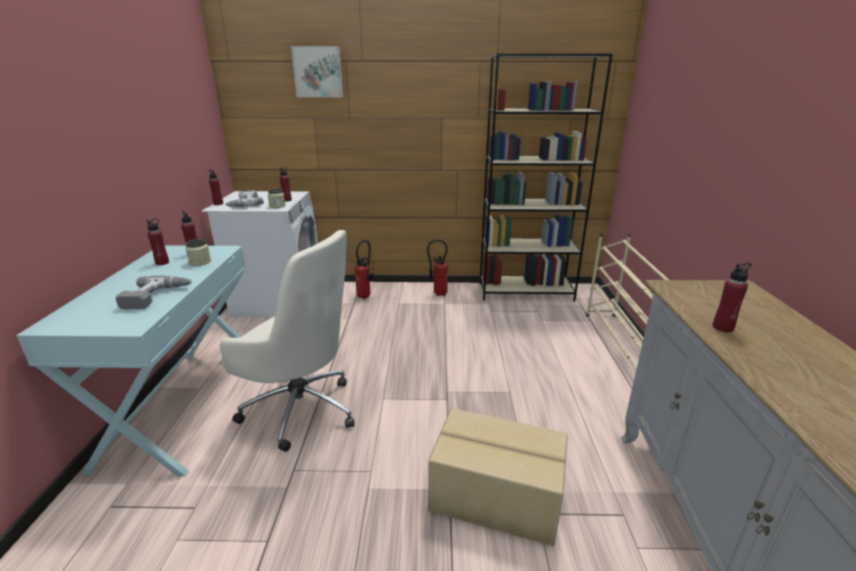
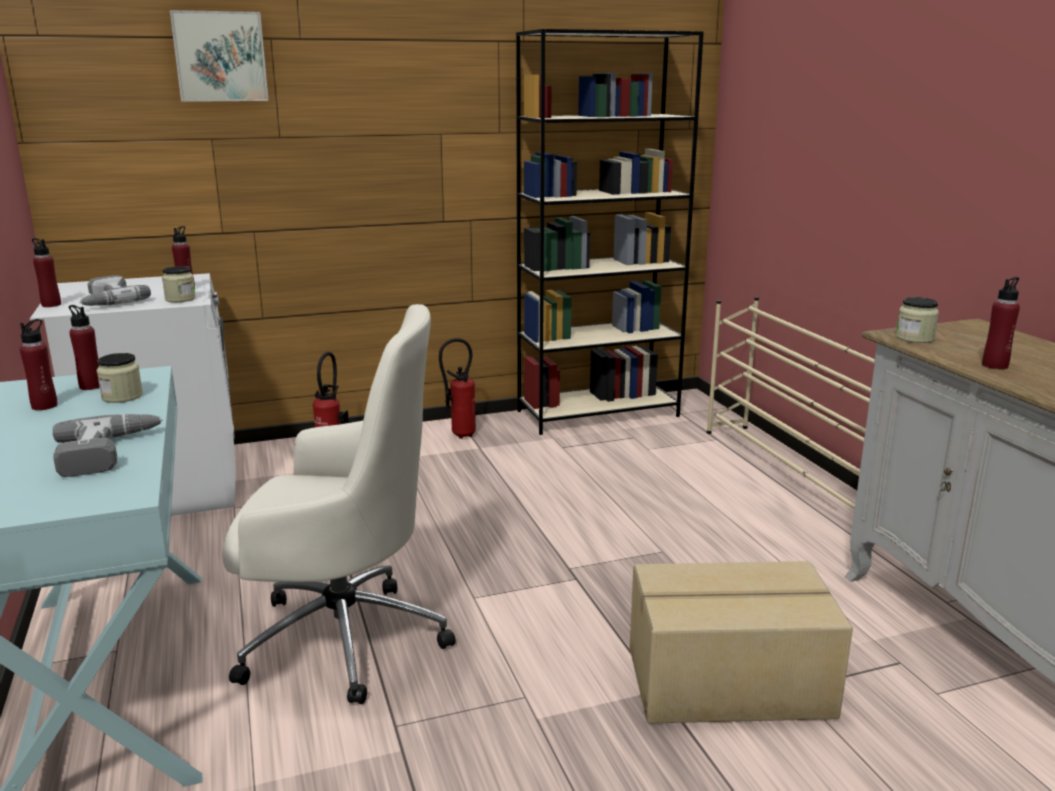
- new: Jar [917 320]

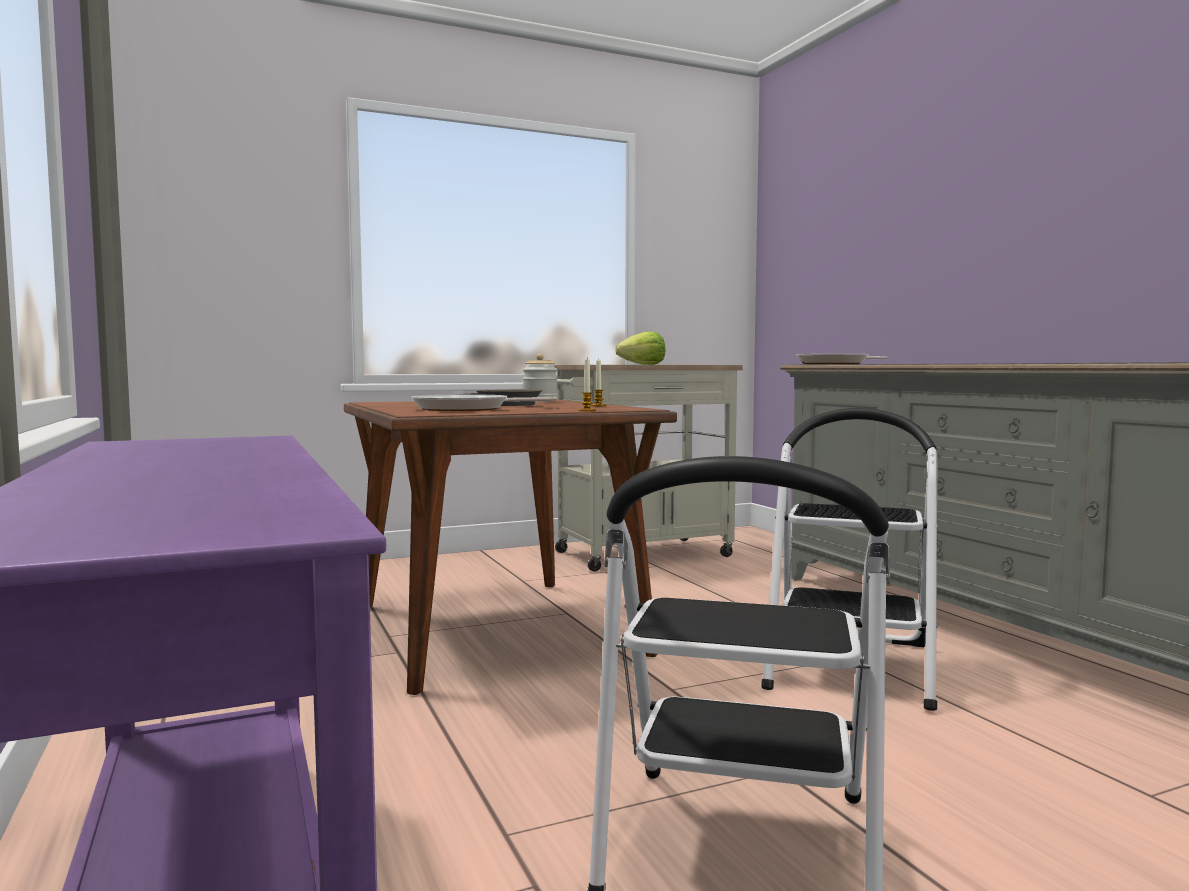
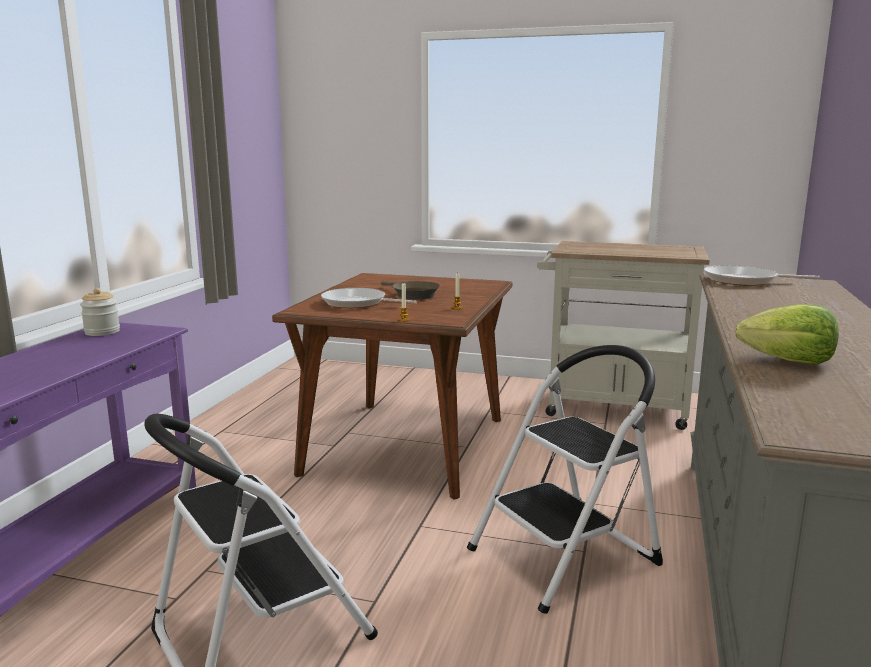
- shifted: Jar [540 378] to [100 312]
- shifted: Lettuce [640 348] to [787 334]

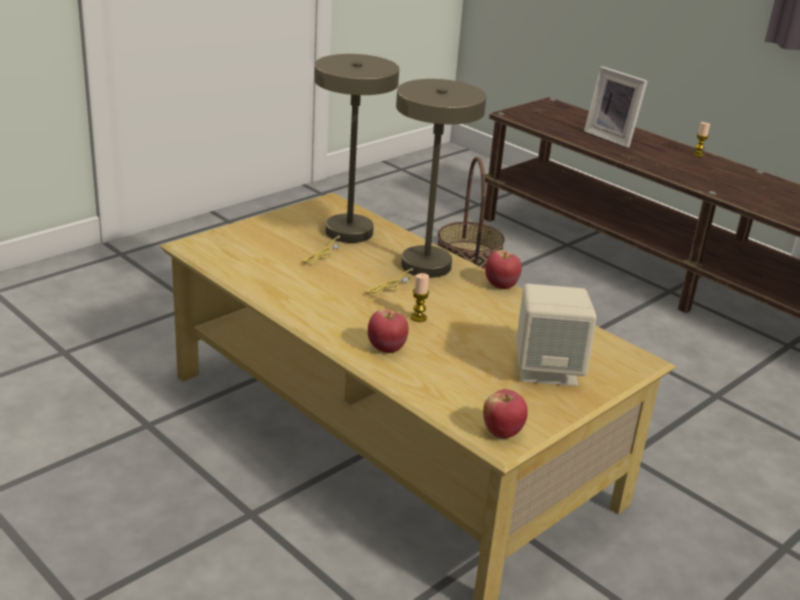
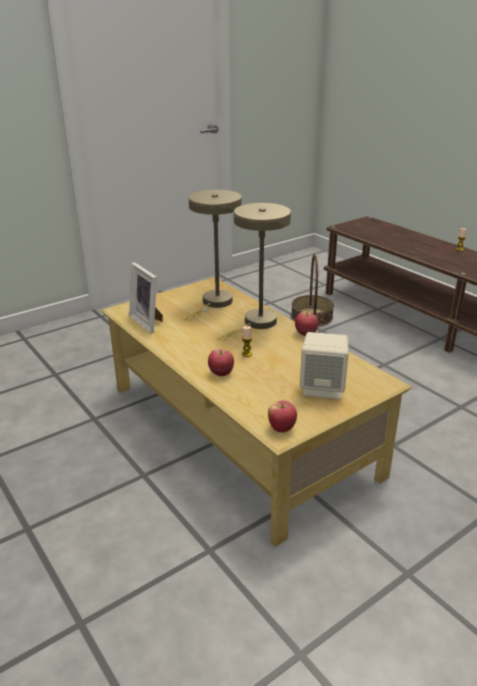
- shifted: PictureFrame [616 107] to [146 297]

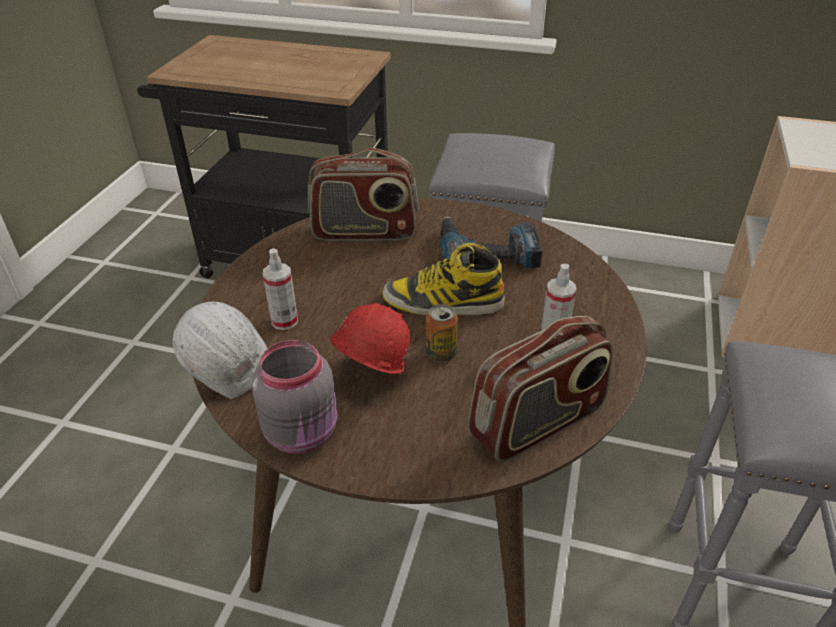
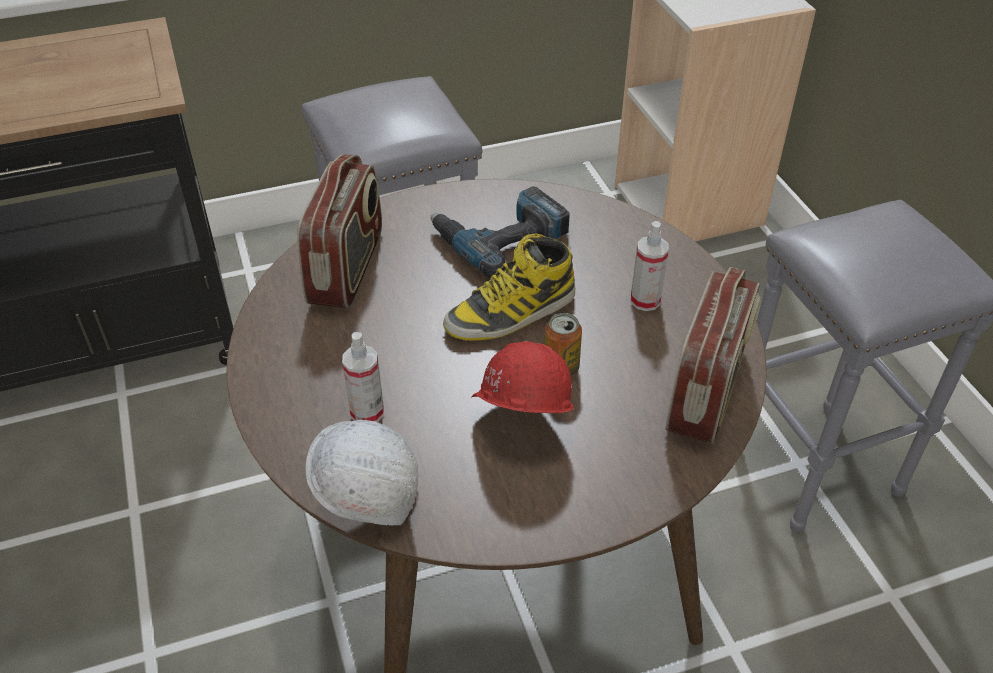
- gone: GreyJar [295 397]
- rotated: Radio [363 194] = [339 231] 45 degrees counterclockwise

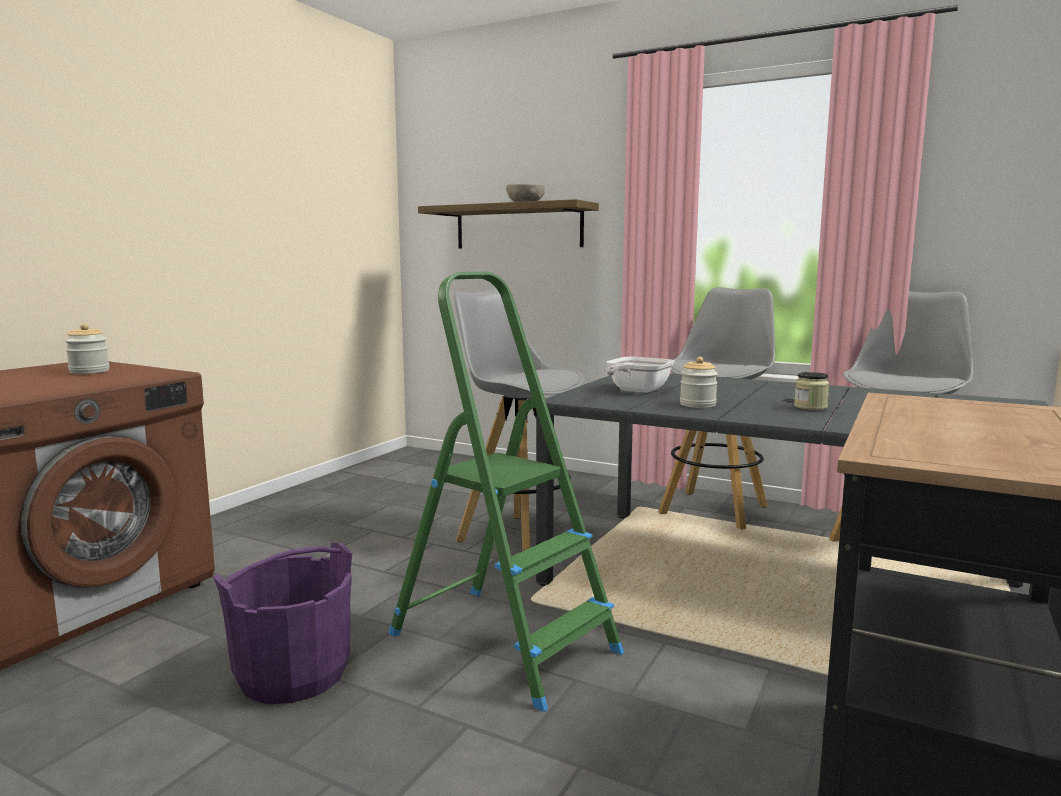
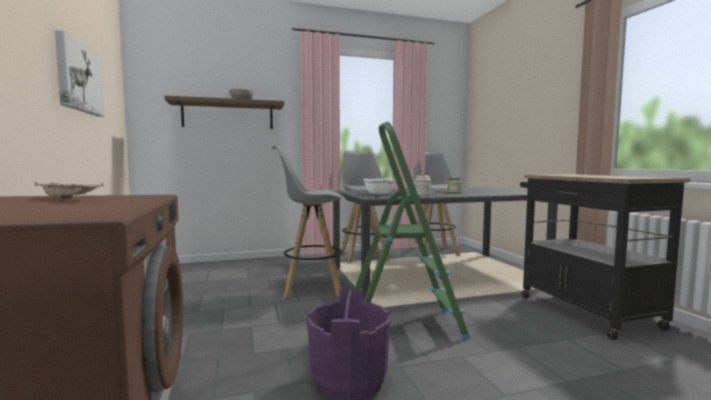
- new: Picture [80 73]
- swapped: Jar [87 348] to BeigeTray [69 190]

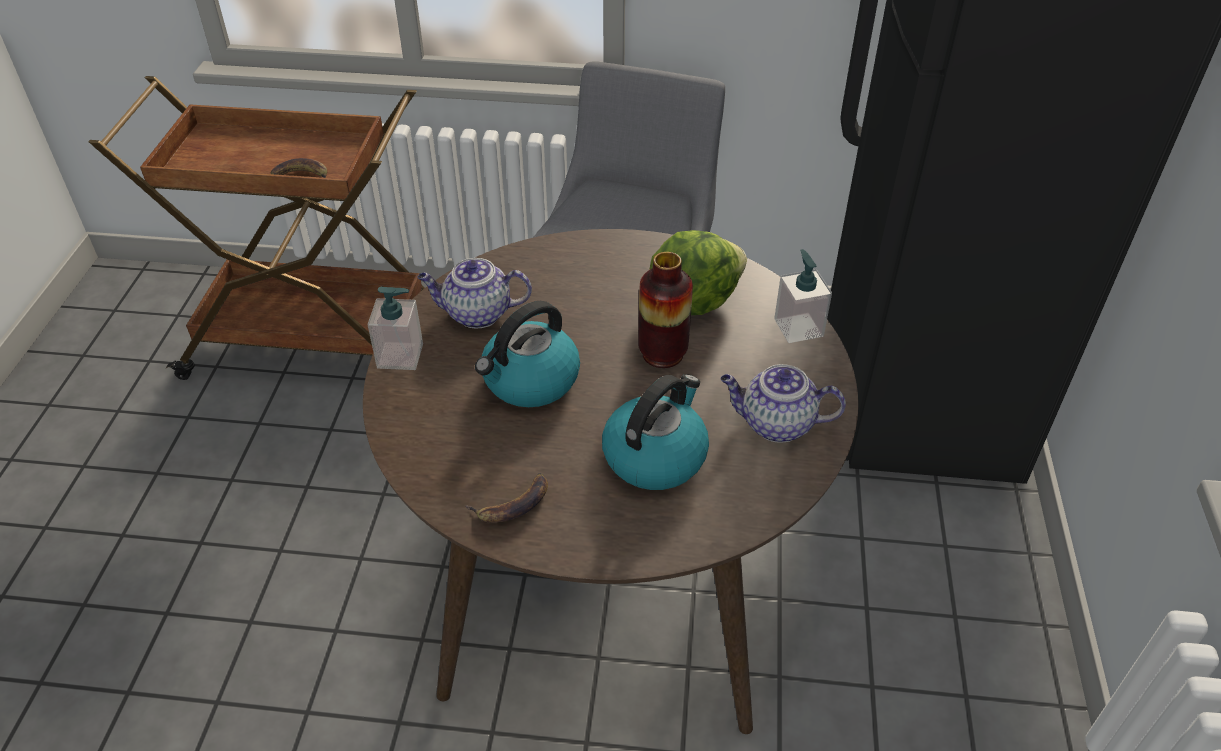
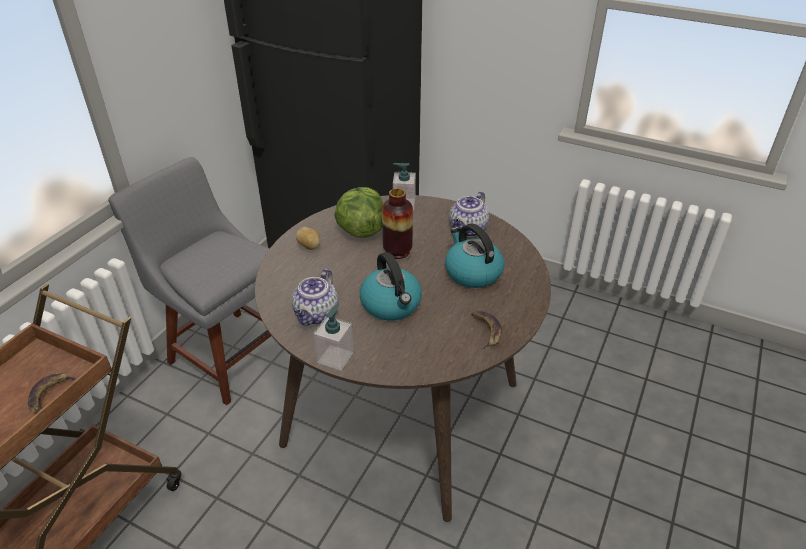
- new: Potato [308 238]

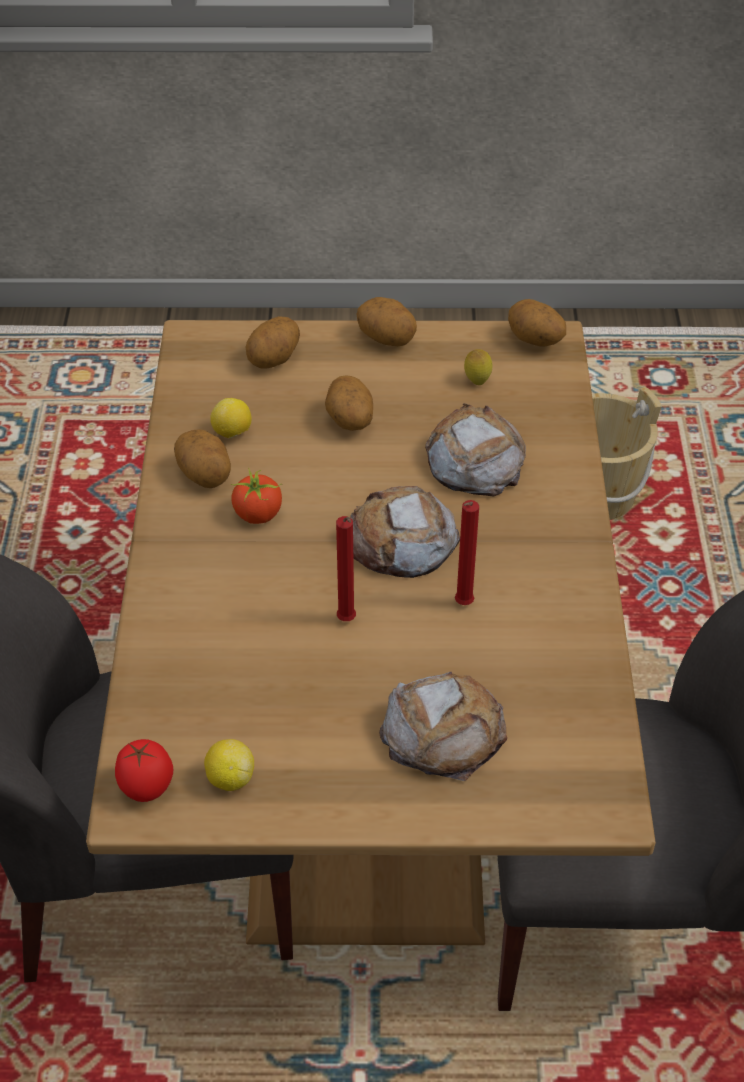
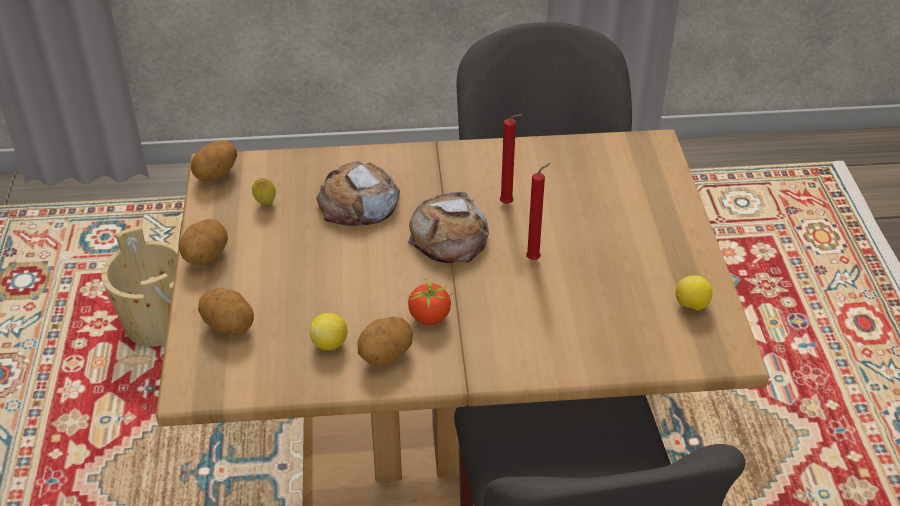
- gone: Tomato [144 770]
- gone: Potato [349 403]
- gone: Bread [443 726]

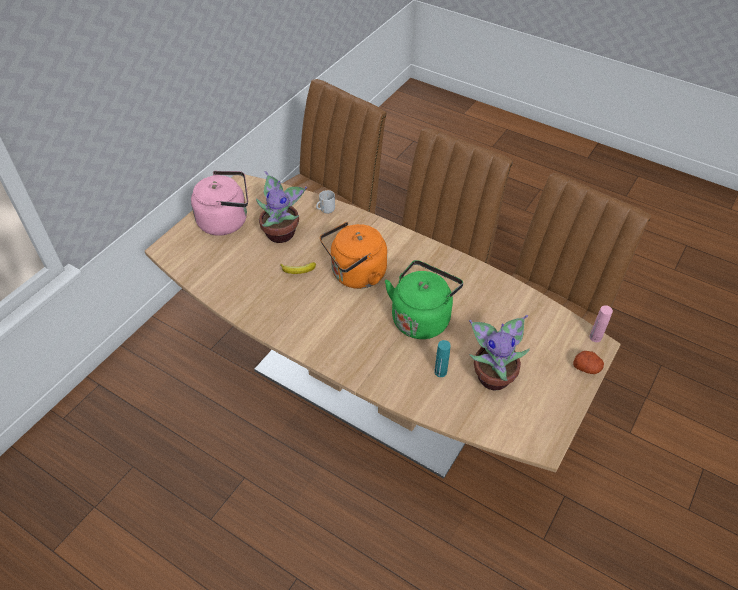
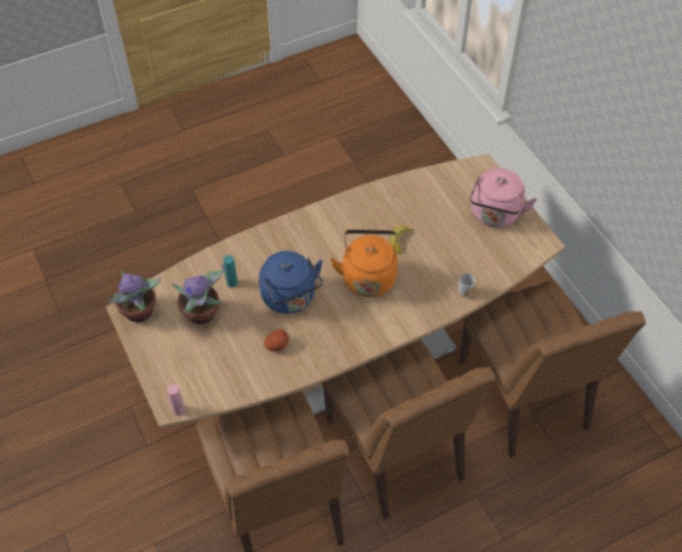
- shifted: PottedPlant [281 207] to [134 296]
- shifted: Potato [588 362] to [276 340]
- repainted: GreenKettle [424 299] to BlueKettle [291 282]

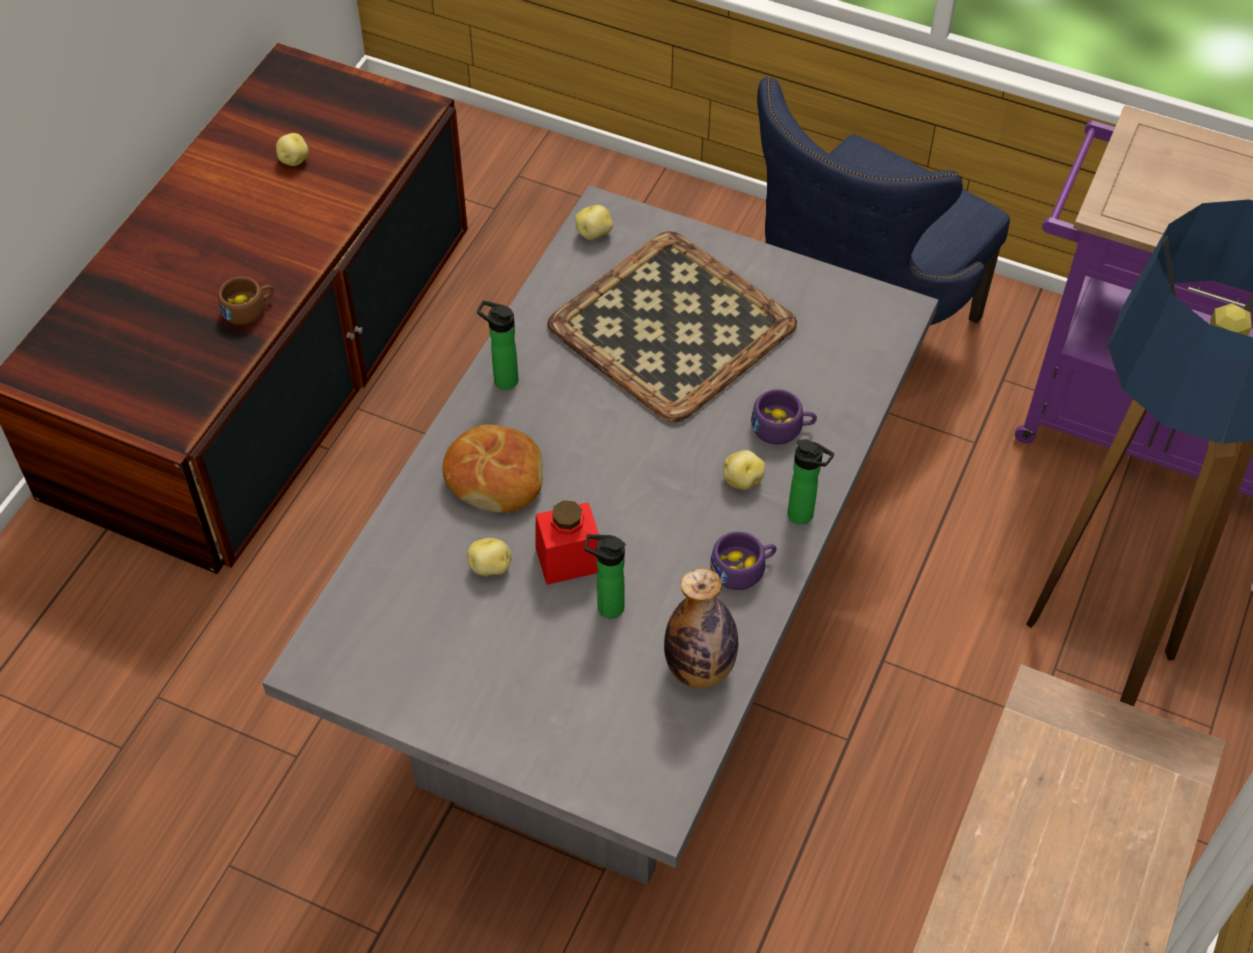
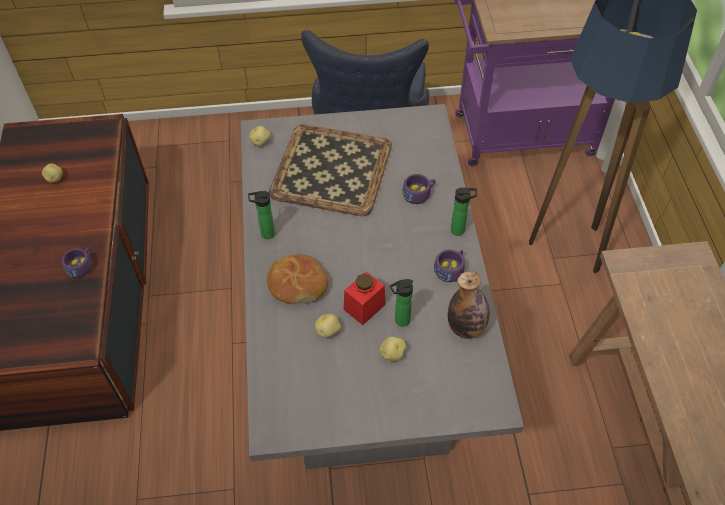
- shifted: Potato [744 470] to [393 349]
- repainted: BrownCup [246 301] to PurpleCup [77 262]

